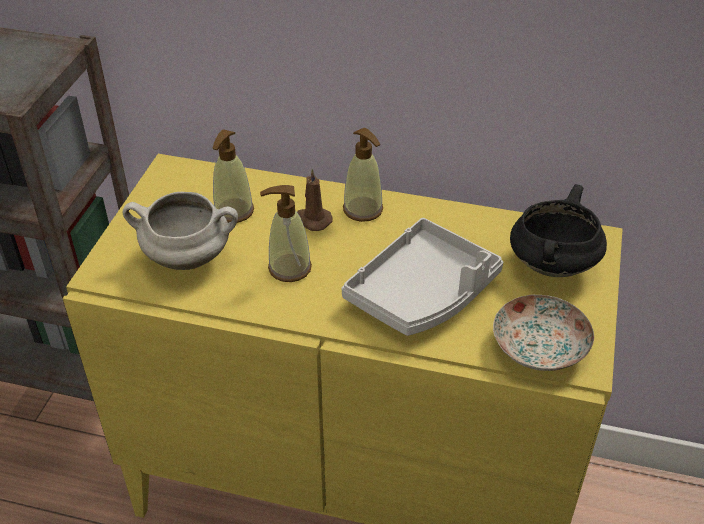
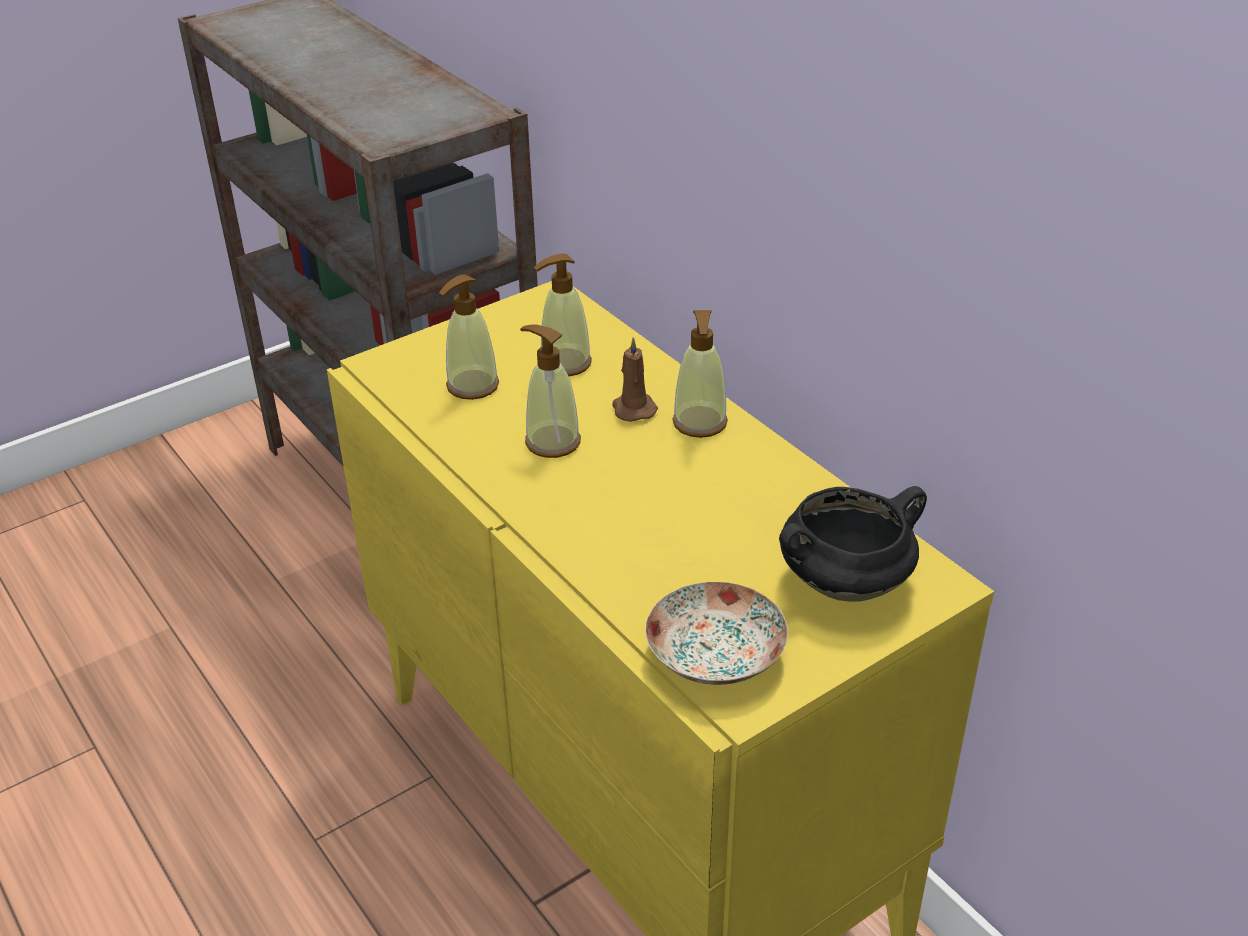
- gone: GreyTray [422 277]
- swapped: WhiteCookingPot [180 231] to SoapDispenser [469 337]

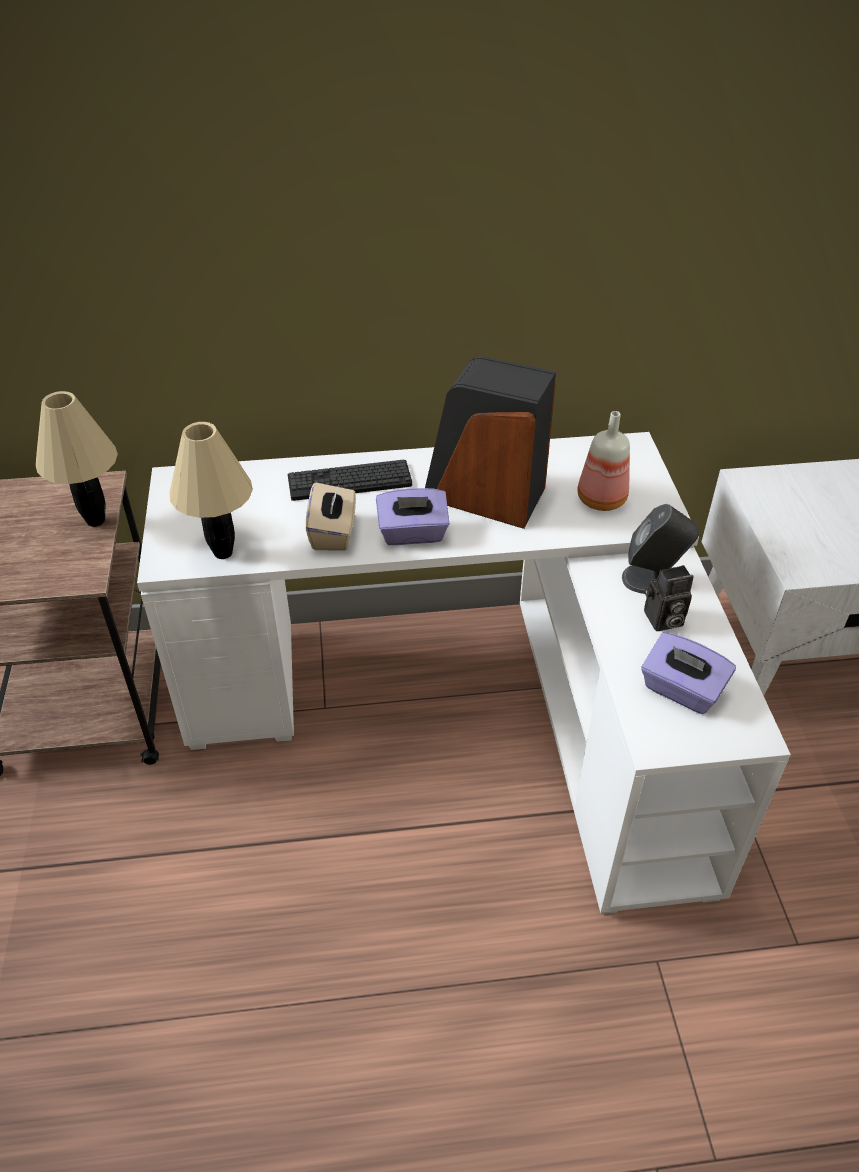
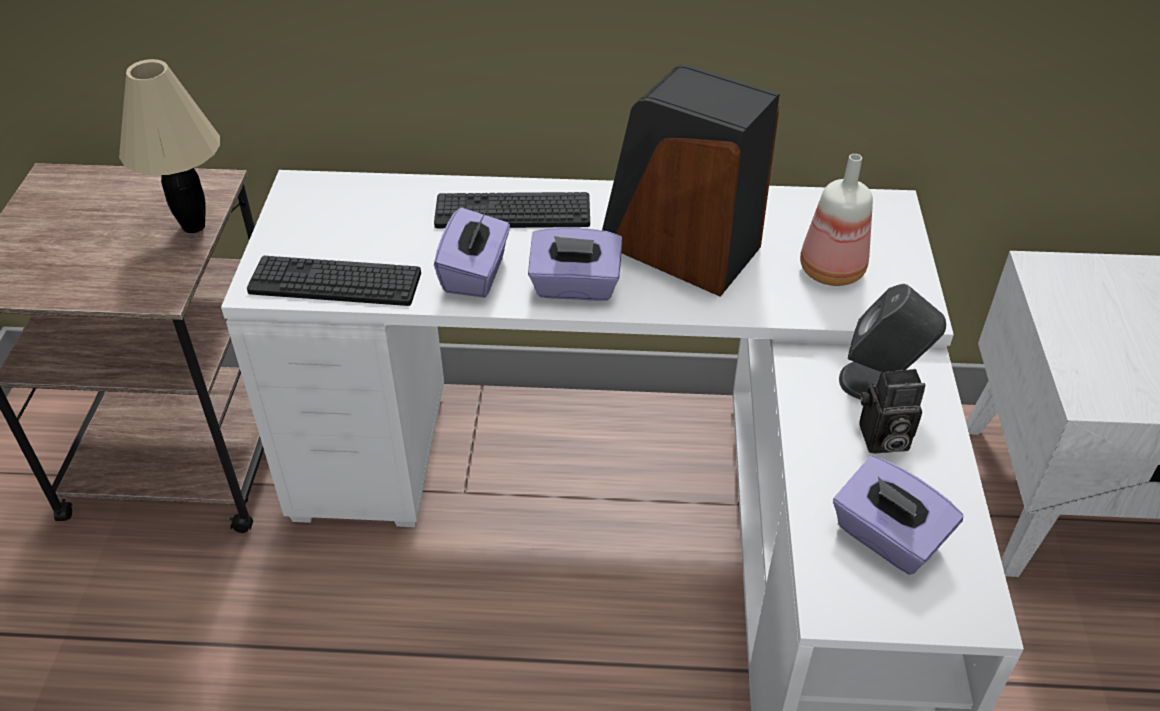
- swapped: BeigeTableLamp [211 490] to Keyboard [334 281]
- repainted: BeigeTissueBox [331 516] to PurpleTissueBox [472 253]

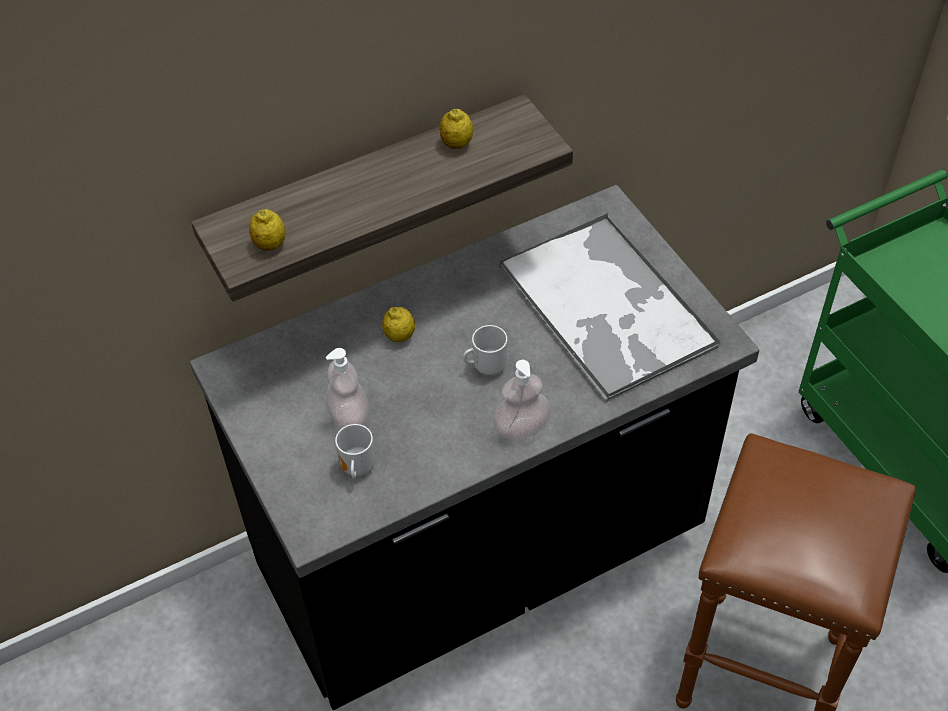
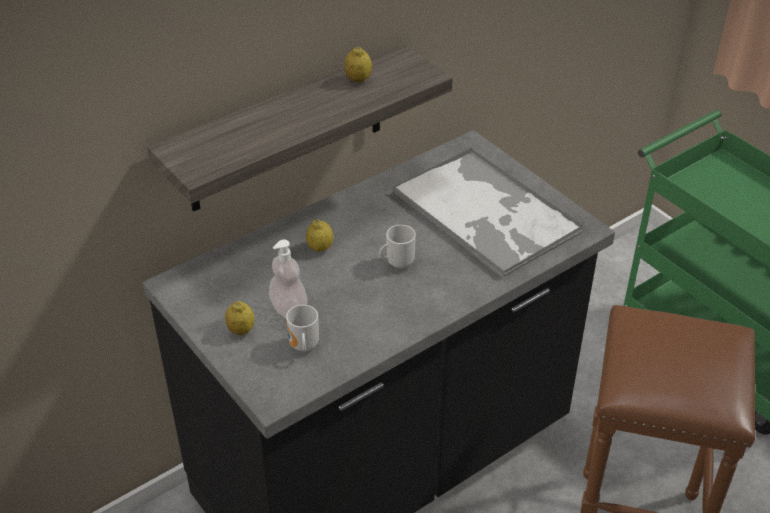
- gone: SoapDispenser [522 400]
- shifted: Lemon [267 230] to [239 318]

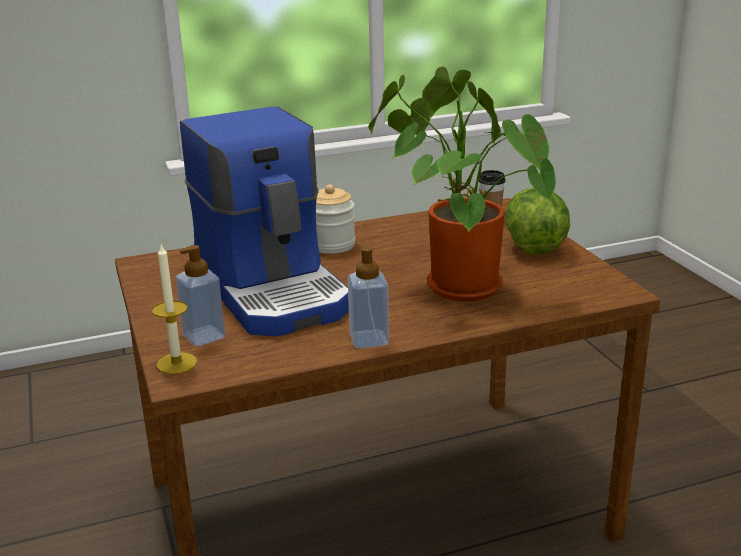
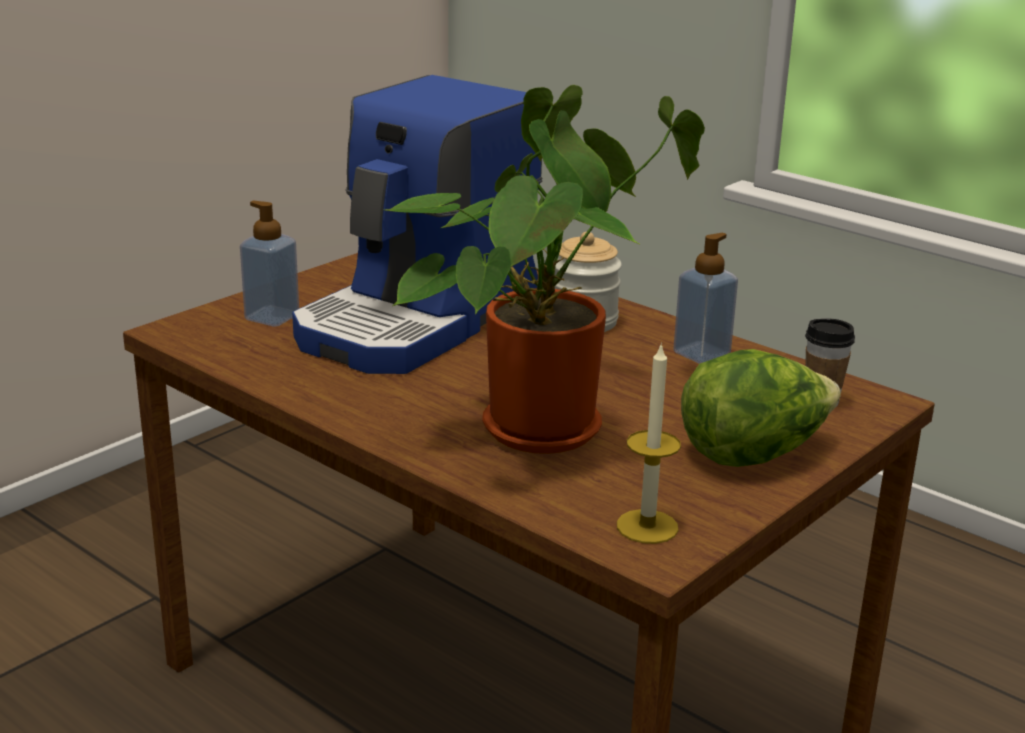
- shifted: Candle [174 309] to [649 443]
- shifted: SoapDispenser [368 296] to [705 298]

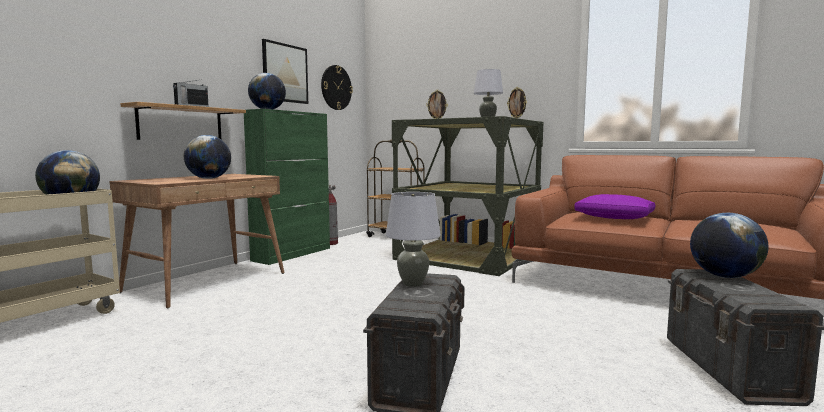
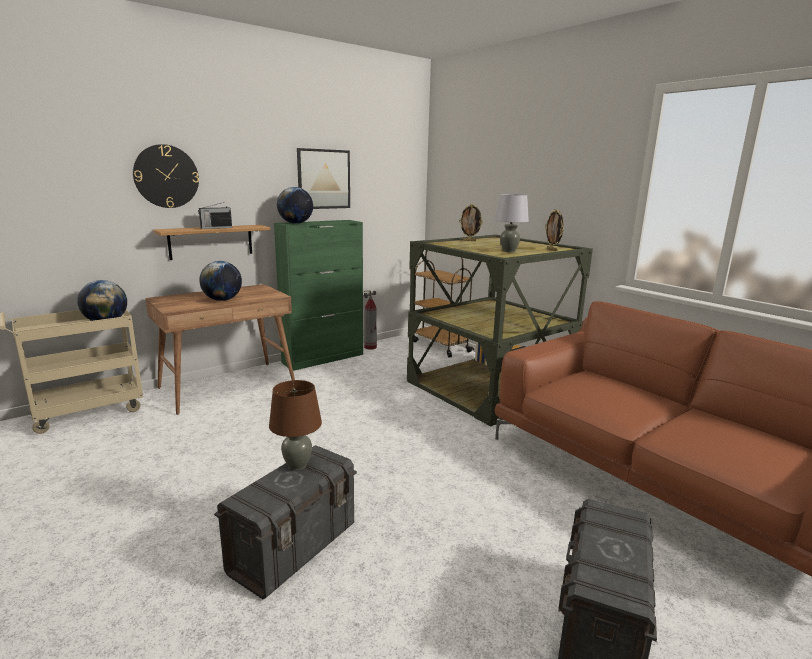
- gone: PurplePillow [614 206]
- gone: Globe [729 245]
- shifted: WallClock [337 87] to [166 176]
- repainted: GreyTableLamp [413 239] to BrownTableLamp [295 425]

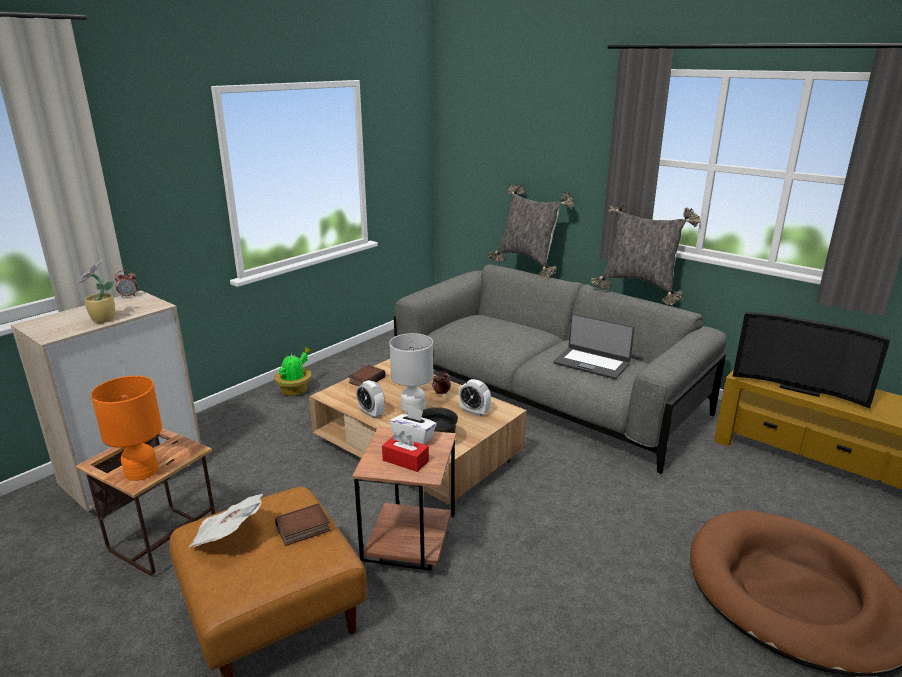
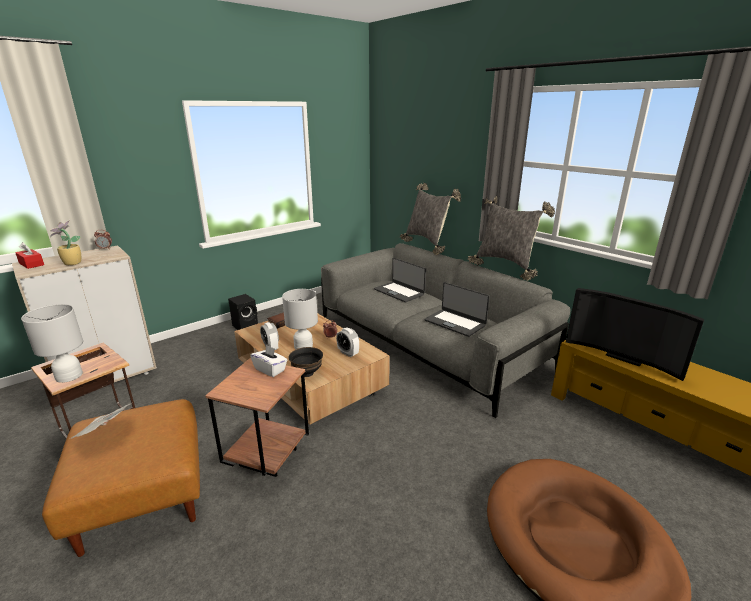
- gone: Book [302 524]
- new: Laptop [400 280]
- shifted: RedTissueBox [405 451] to [29 255]
- swapped: PottedPlant [293 371] to BlackSpeaker [243 312]
- repainted: OrangeTableLamp [126 428] to GreyTableLamp [52 343]

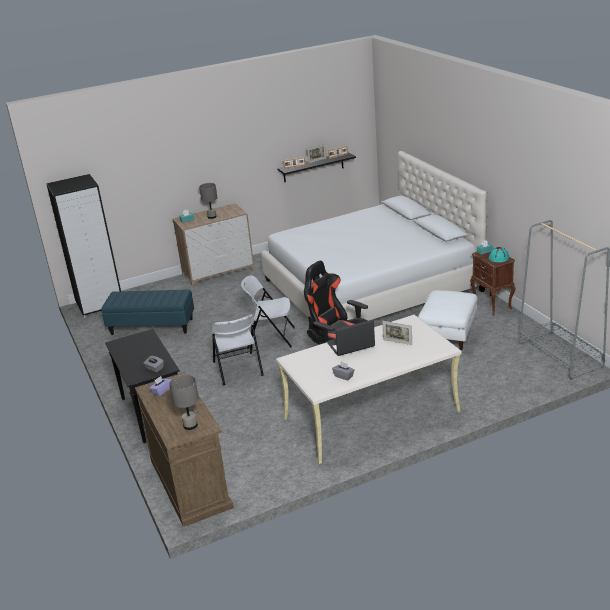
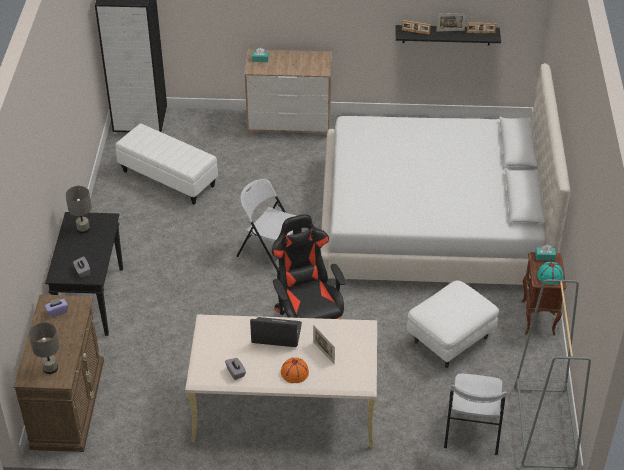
- new: OrangeHat [295 370]
- shifted: GreyTableLamp [208 201] to [78 209]
- shifted: WhiteChair [238 349] to [475 414]
- repainted: BlueOttoman [148 312] to WhiteOttoman [167 164]

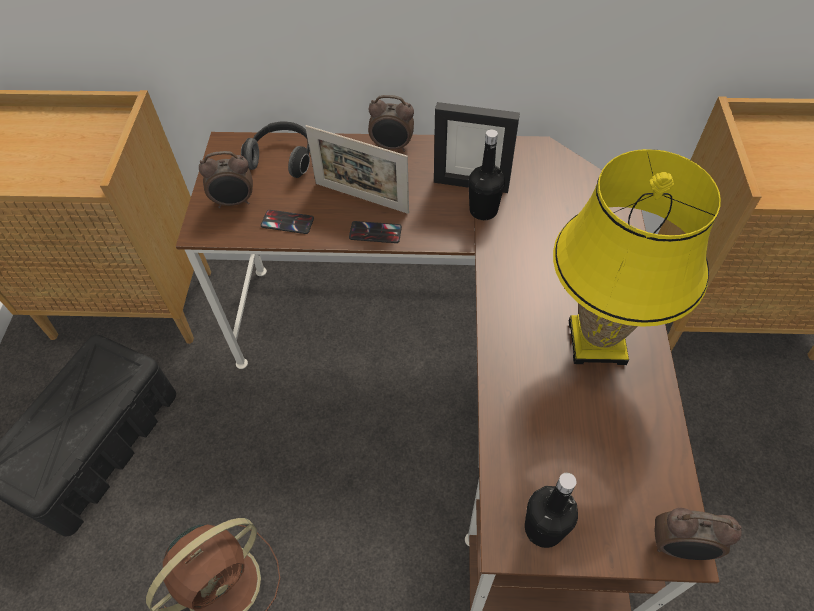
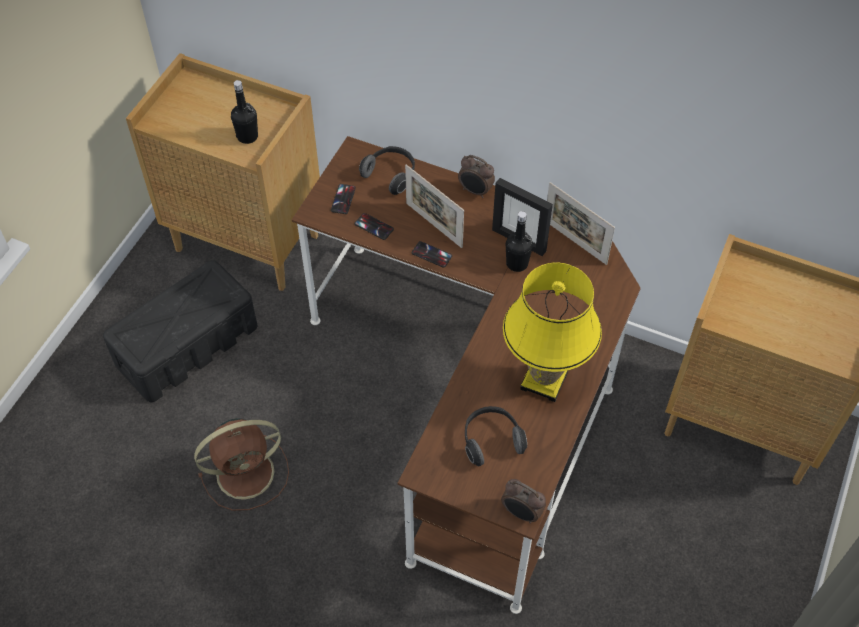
- new: Headphones [496 436]
- new: PictureFrame [581 223]
- shifted: BlackBottle [551 510] to [244 112]
- swapped: AlarmClock [226 179] to Phone [343 199]

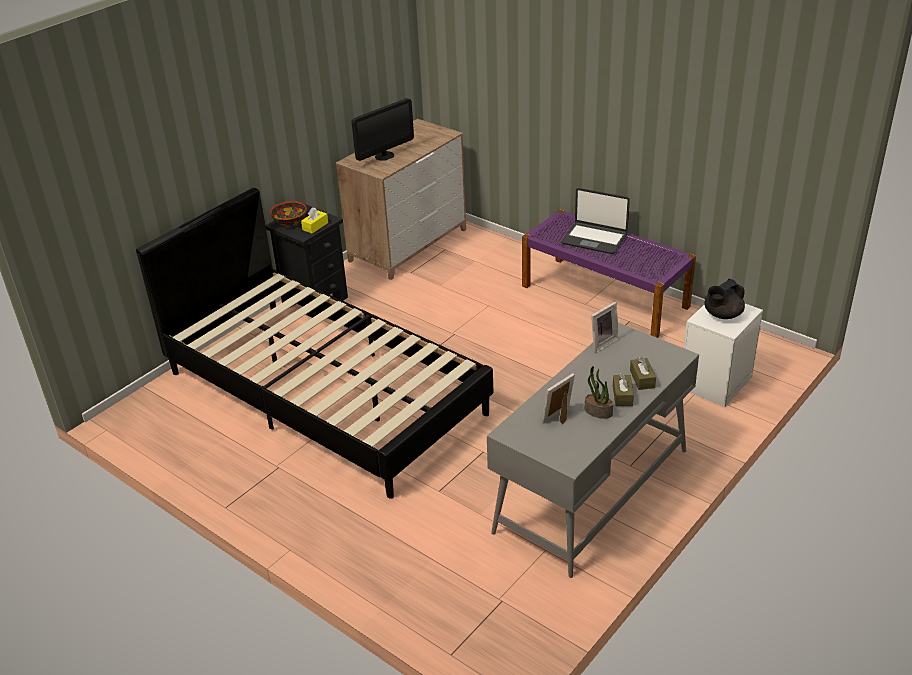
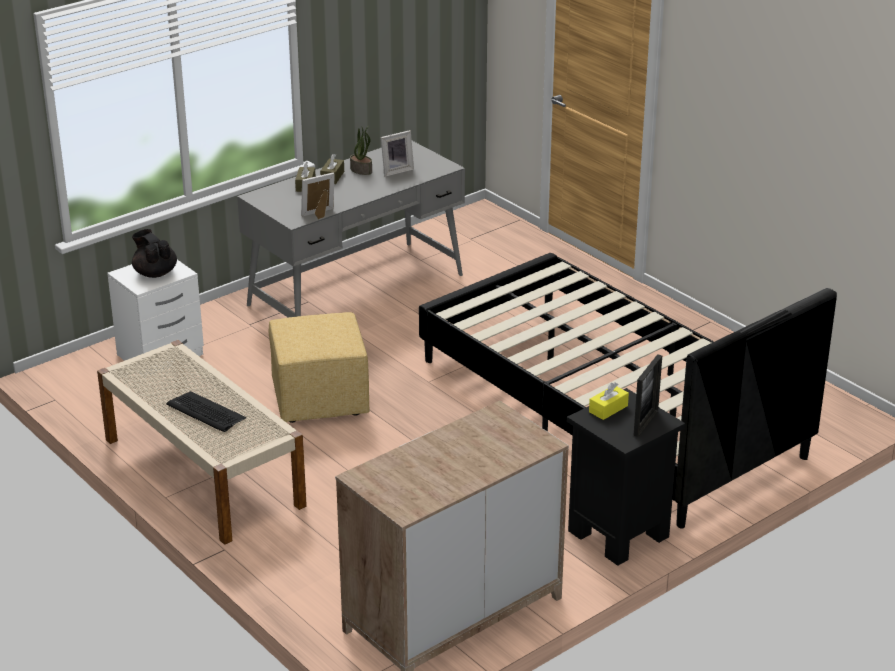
- gone: Monitor [383 129]
- new: YellowOttoman [318 367]
- swapped: Bowl [288 213] to PictureFrame [648 395]
- swapped: Laptop [595 221] to Keyboard [206 411]
- repainted: PurpleBench [609 274] to BeigeBench [202 442]
- rotated: BlackTeapot [724 299] = [154 253] 105 degrees counterclockwise

